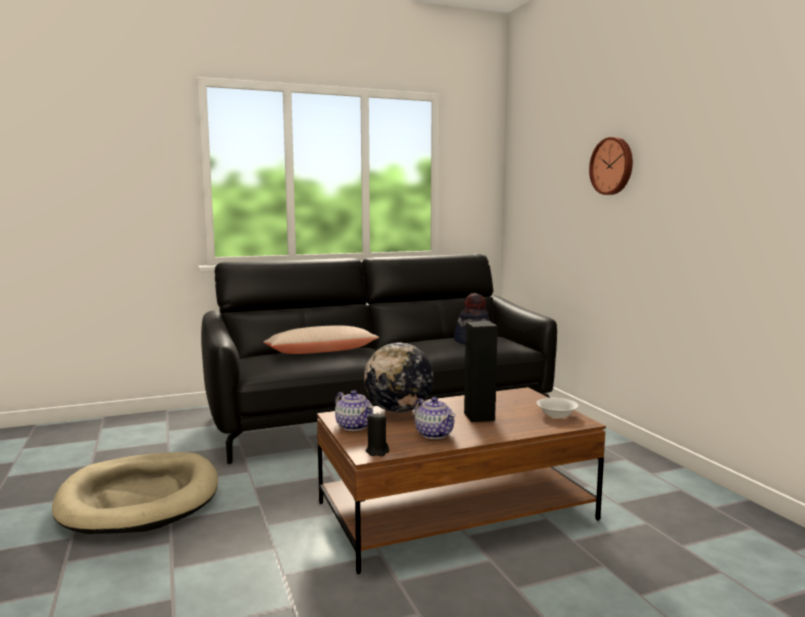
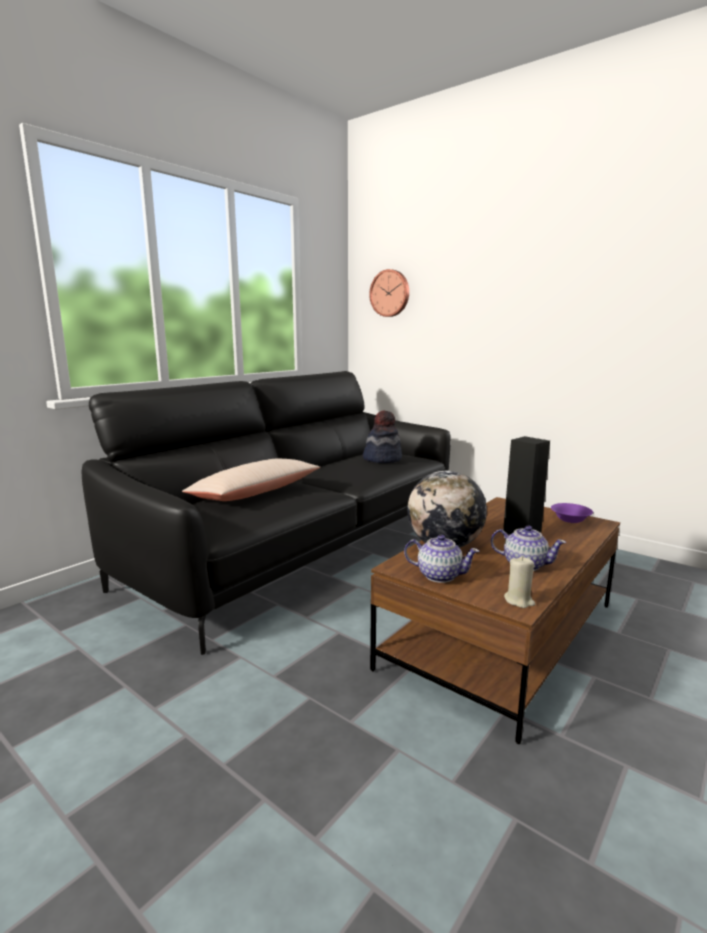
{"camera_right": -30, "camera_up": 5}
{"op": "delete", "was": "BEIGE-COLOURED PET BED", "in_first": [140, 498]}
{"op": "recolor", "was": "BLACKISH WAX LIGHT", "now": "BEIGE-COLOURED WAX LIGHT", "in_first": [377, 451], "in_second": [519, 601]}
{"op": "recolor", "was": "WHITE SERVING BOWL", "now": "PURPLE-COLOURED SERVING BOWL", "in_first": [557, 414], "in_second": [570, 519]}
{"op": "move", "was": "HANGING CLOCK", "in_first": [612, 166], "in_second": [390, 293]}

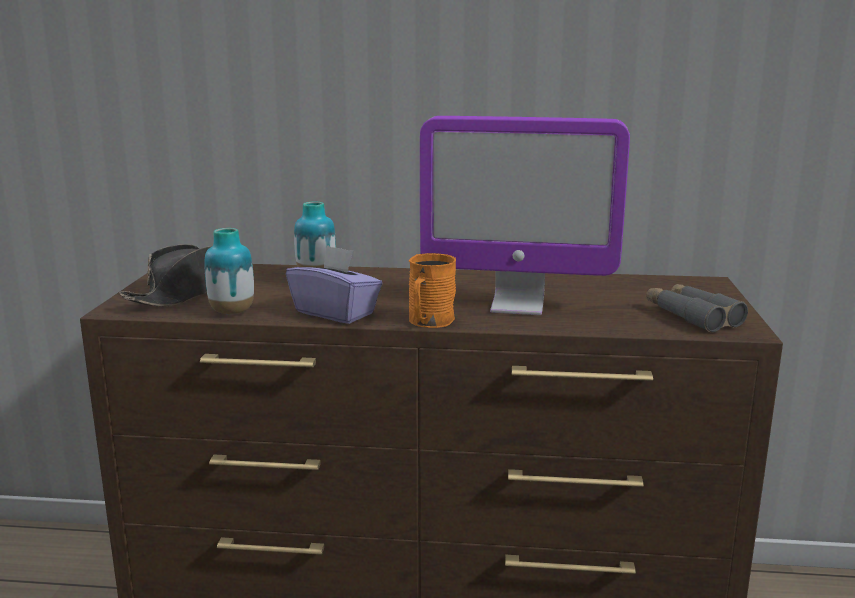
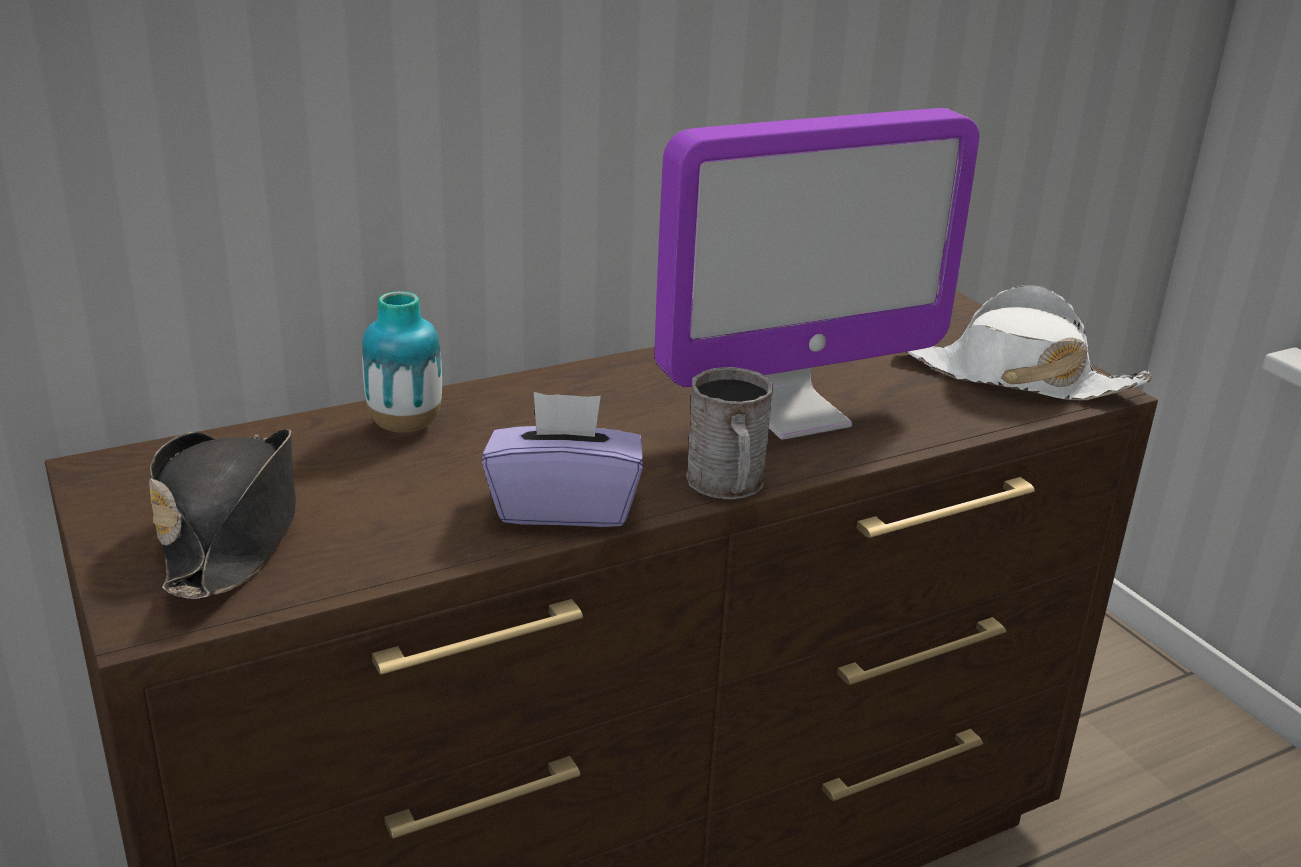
{"camera_right": -35, "camera_up": 10}
{"op": "delete", "was": "VASE", "in_first": [232, 312]}
{"op": "recolor", "was": "ORANGEY TEA MUG", "now": "GREY TEA MUG", "in_first": [429, 322], "in_second": [728, 485]}
{"op": "replace", "was": "GREY FIELD GLASSES", "now": "WHITE CLOTHING HAT", "in_first": [692, 316], "in_second": [1017, 378]}

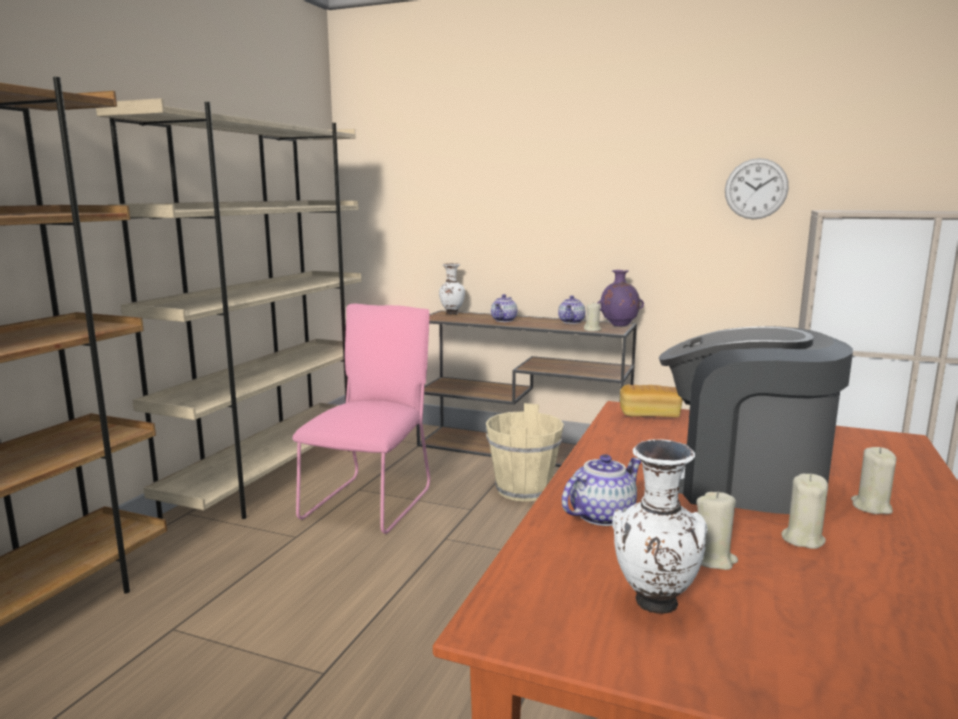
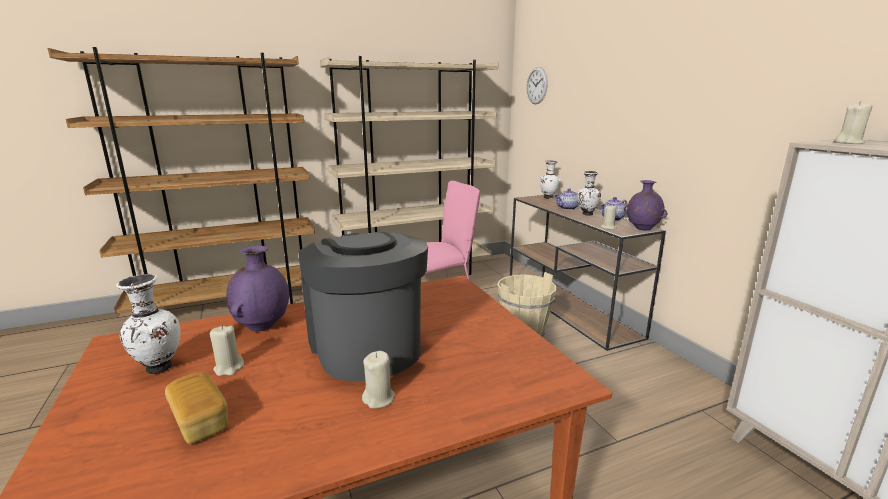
{"camera_right": 45, "camera_up": 5}
{"op": "replace", "was": "POT FOR TEA", "now": "PURPLE-COLOURED VASE", "in_first": [601, 515], "in_second": [262, 326]}
{"op": "move", "was": "BAKED BREAD", "in_first": [650, 414], "in_second": [200, 421]}
{"op": "move", "was": "HANGING CLOCK", "in_first": [756, 189], "in_second": [536, 85]}
{"op": "move", "was": "BEIGE-COLOURED WAX LIGHT", "in_first": [802, 539], "in_second": [849, 143]}
{"op": "insert", "now": "WHITE VASE", "in_second": [586, 214]}

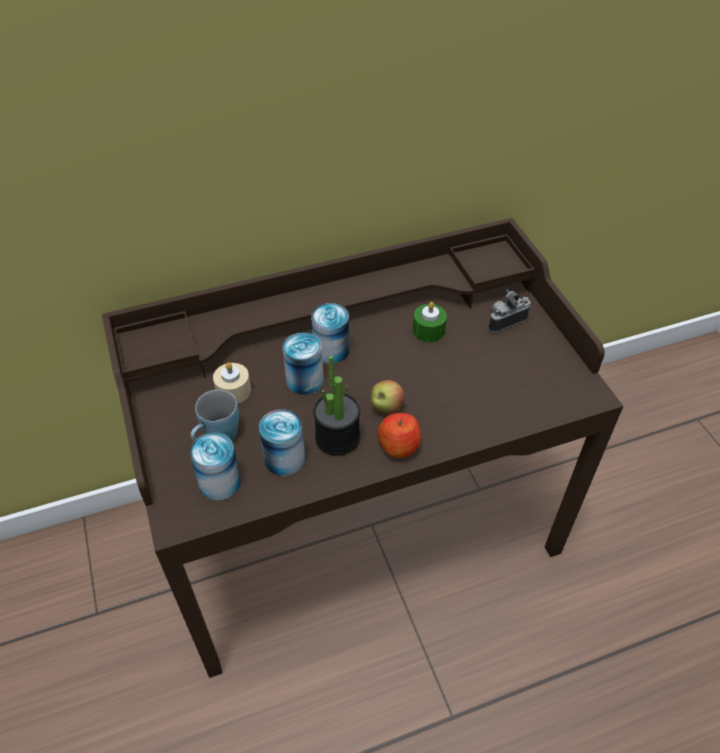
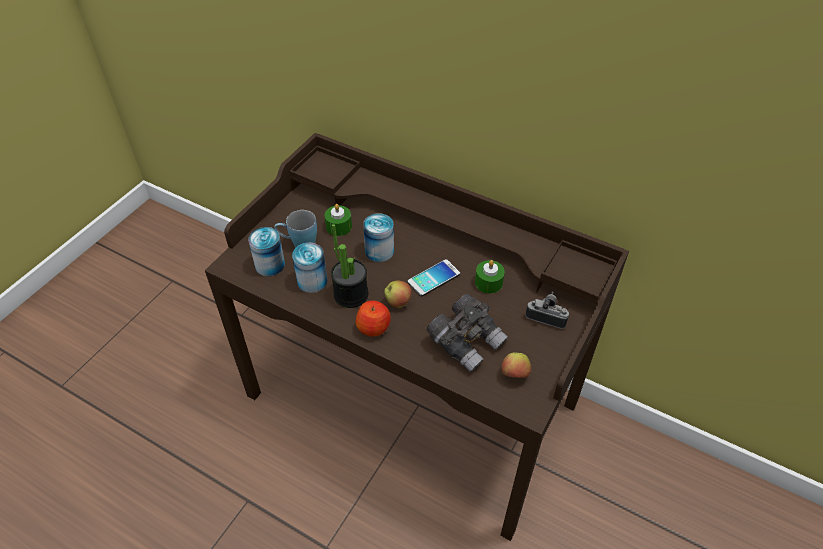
{"camera_right": 50, "camera_up": 0}
{"op": "recolor", "was": "BEIGE-COLOURED WAX LIGHT", "now": "GREEN-COLOURED WAX LIGHT", "in_first": [233, 391], "in_second": [339, 226]}
{"op": "delete", "was": "METAL CAN", "in_first": [331, 350]}
{"op": "insert", "now": "PHONE", "in_second": [433, 278]}
{"op": "insert", "now": "GREY FIELD GLASSES", "in_second": [466, 341]}
{"op": "insert", "now": "WHOLE APPLE", "in_second": [514, 375]}

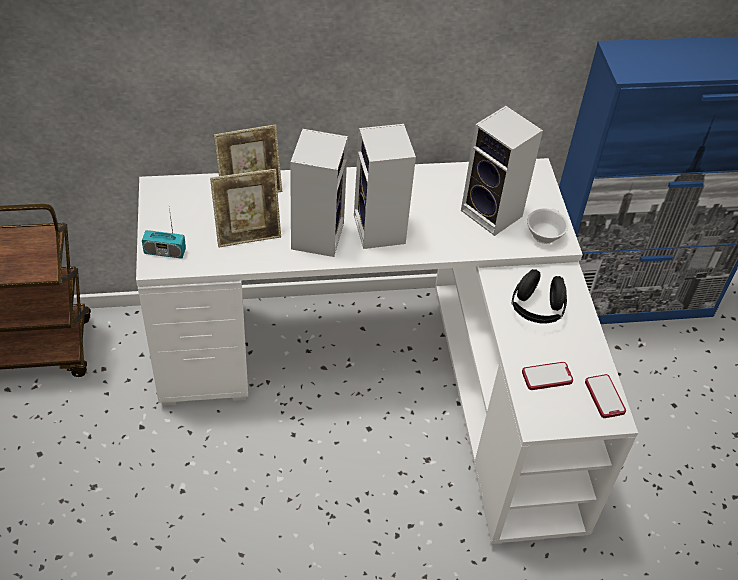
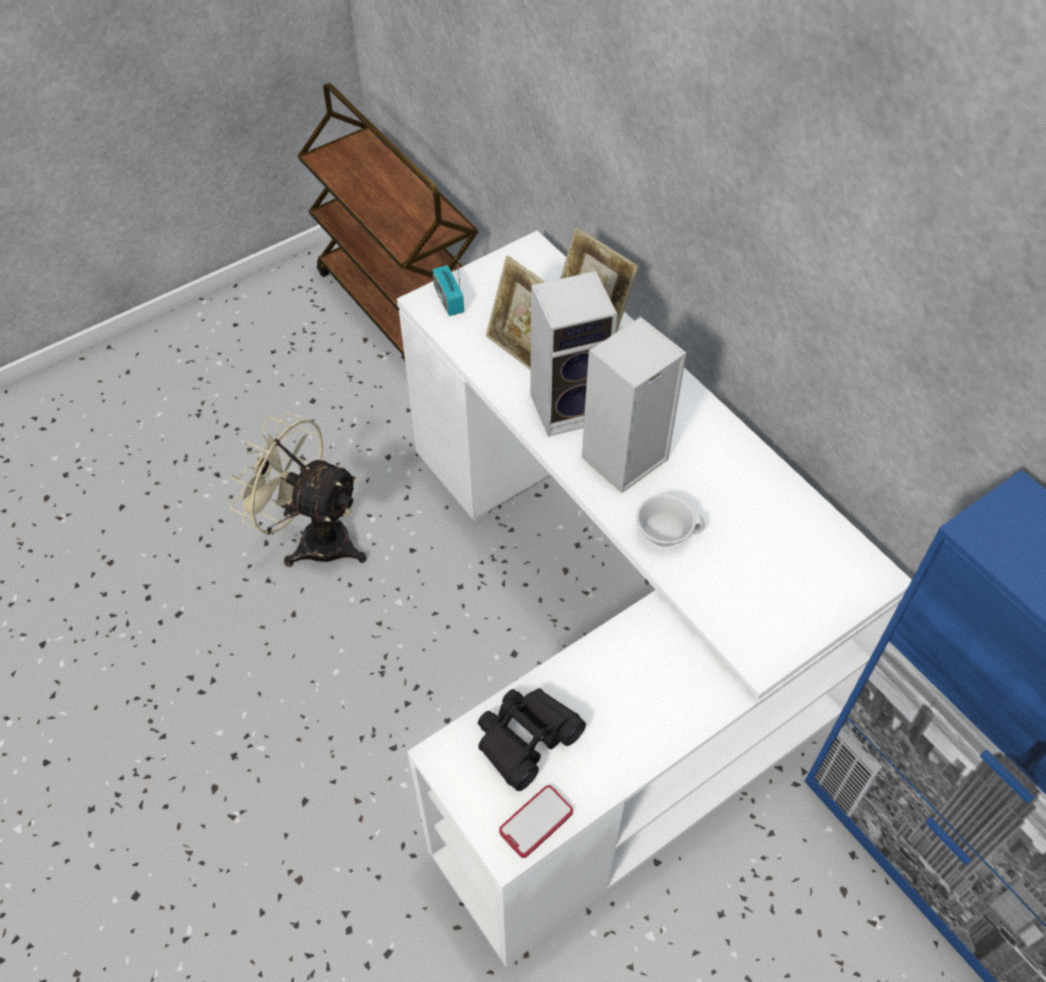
{"camera_right": 65, "camera_up": 5}
{"op": "delete", "was": "SPEAKER", "in_first": [494, 214]}
{"op": "delete", "was": "BLACKISH PAIR OF HEADPHONES", "in_first": [537, 309]}
{"op": "replace", "was": "PHONE", "now": "BLACKISH FIELD GLASSES", "in_first": [547, 377], "in_second": [526, 739]}
{"op": "move", "was": "WHITE SMALL CUP", "in_first": [543, 233], "in_second": [665, 530]}
{"op": "insert", "now": "BEIGE-COLOURED FAN", "in_second": [313, 538]}

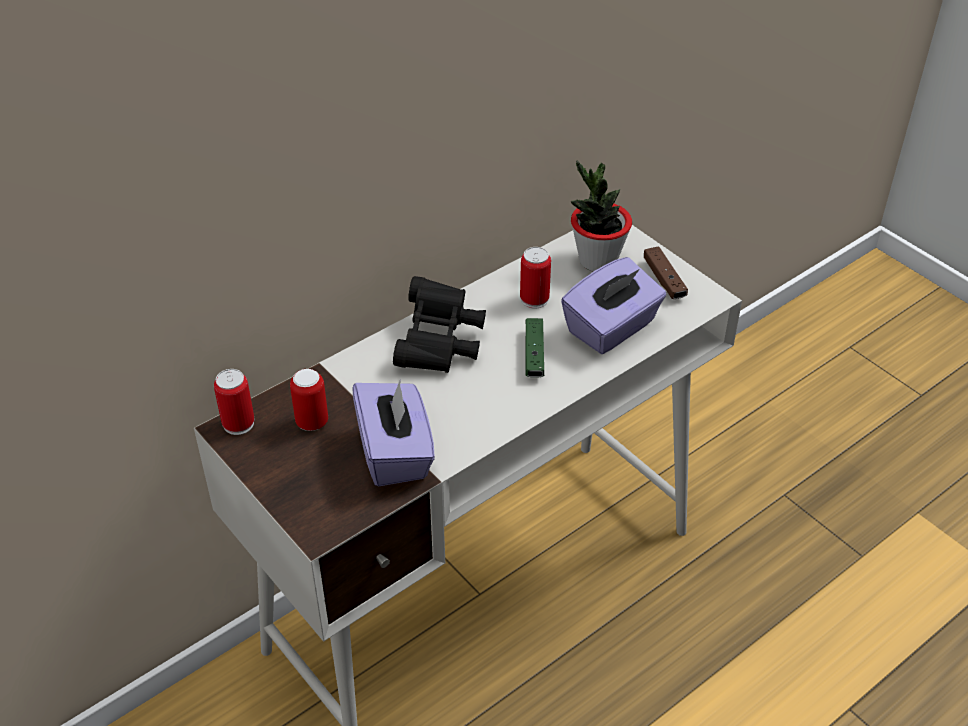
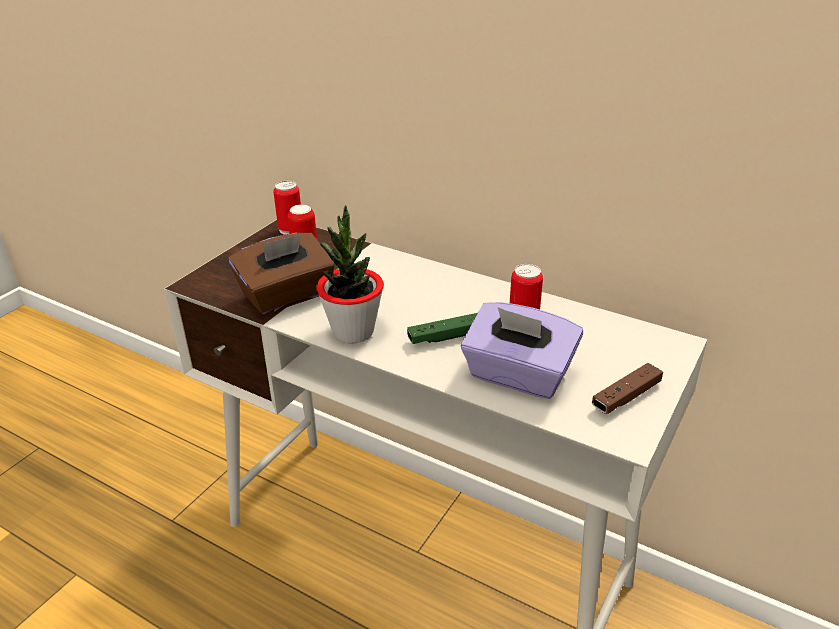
{"camera_right": 70, "camera_up": -10}
{"op": "recolor", "was": "PURPLE-COLOURED BOX OF TISSUES", "now": "BROWN BOX OF TISSUES", "in_first": [395, 453], "in_second": [286, 296]}
{"op": "delete", "was": "BLACKISH FIELD GLASSES", "in_first": [440, 343]}
{"op": "move", "was": "POTTED PLANT", "in_first": [597, 260], "in_second": [353, 331]}

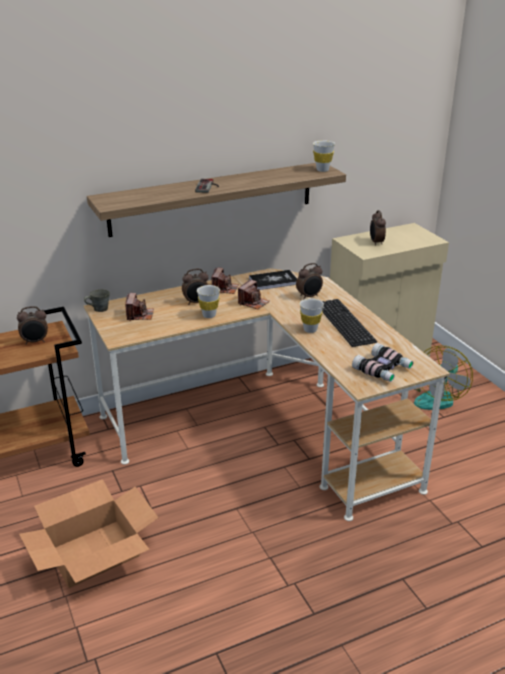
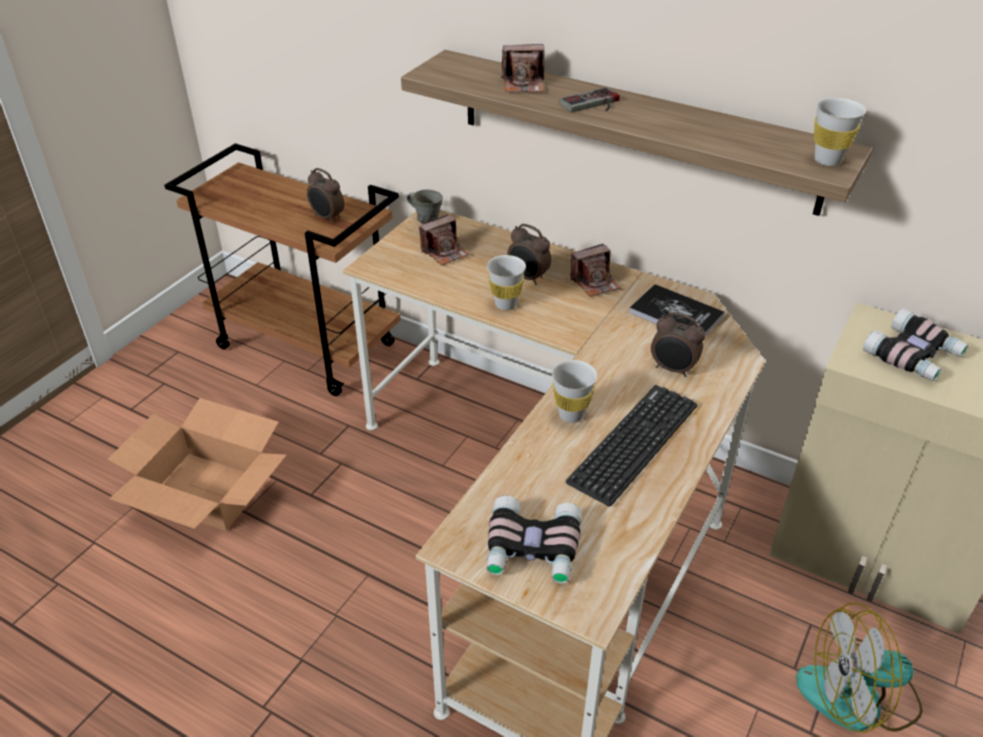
{"camera_right": 55, "camera_up": 10}
{"op": "move", "was": "STILL CAMERA", "in_first": [253, 303], "in_second": [524, 84]}
{"op": "replace", "was": "BEDSIDE CLOCK", "now": "FIELD GLASSES", "in_first": [376, 242], "in_second": [914, 355]}

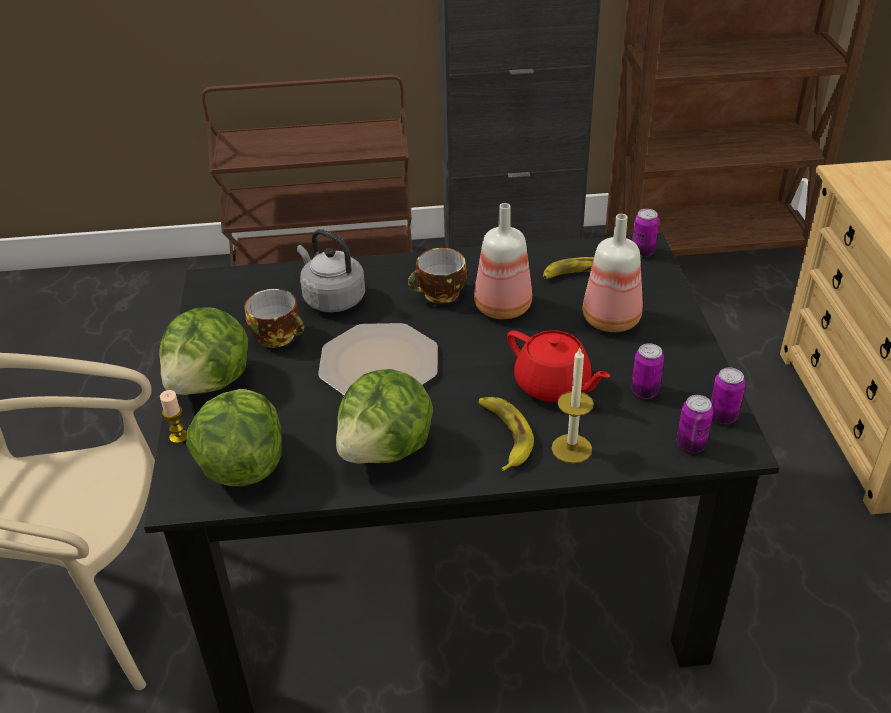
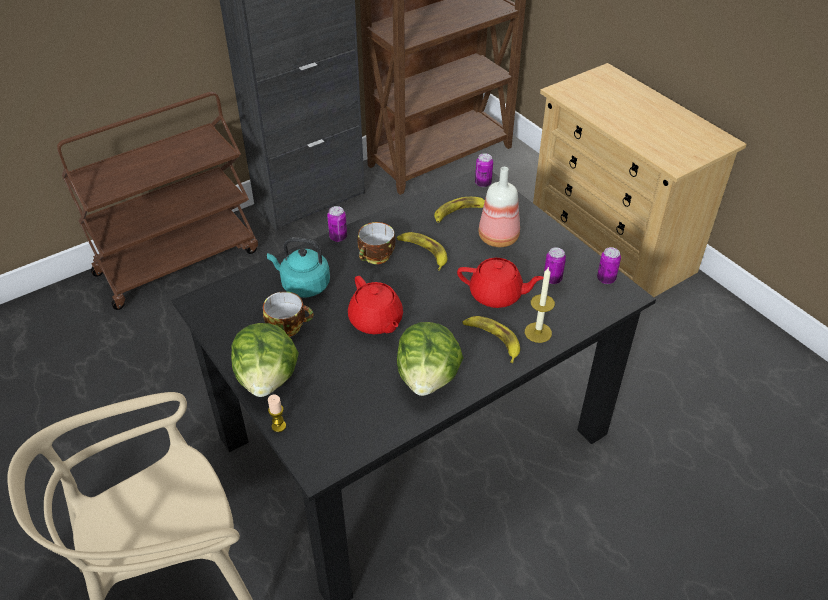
{"camera_right": -30, "camera_up": 5}
{"op": "delete", "was": "LETTUCE", "in_first": [242, 466]}
{"op": "recolor", "was": "GREY WATER KETTLE", "now": "TURQUOISE WATER KETTLE", "in_first": [332, 298], "in_second": [303, 285]}
{"op": "replace", "was": "PLATE", "now": "REDDISH POT FOR TEA", "in_first": [380, 364], "in_second": [376, 321]}
{"op": "replace", "was": "BOTTLE", "now": "BANANA", "in_first": [501, 307], "in_second": [423, 252]}
{"op": "move", "was": "METAL CAN", "in_first": [691, 444], "in_second": [338, 237]}

